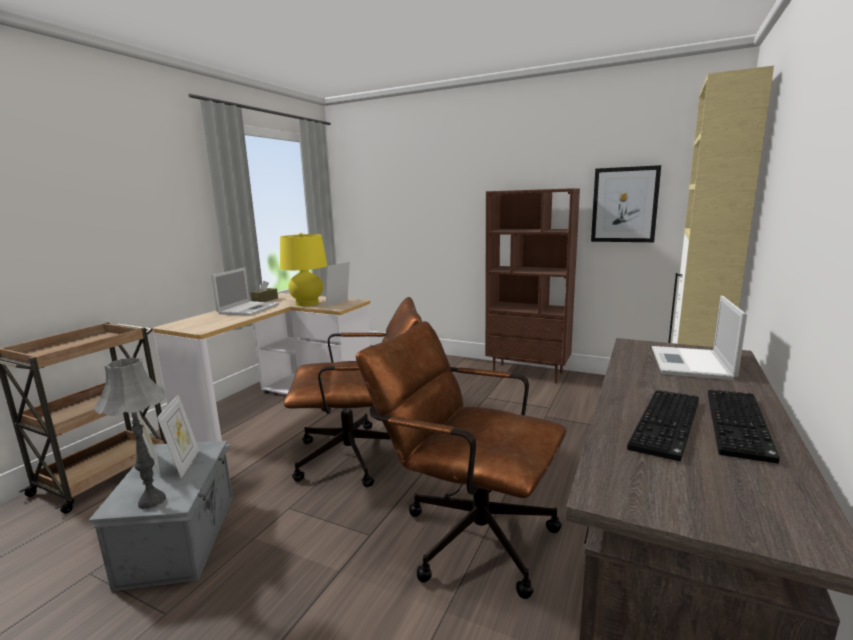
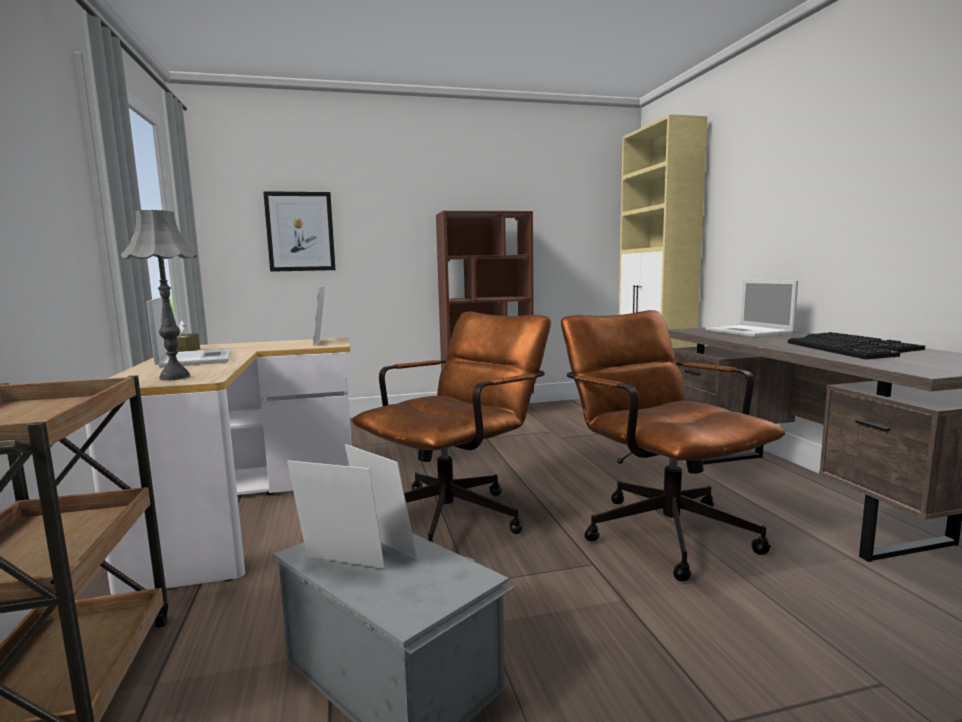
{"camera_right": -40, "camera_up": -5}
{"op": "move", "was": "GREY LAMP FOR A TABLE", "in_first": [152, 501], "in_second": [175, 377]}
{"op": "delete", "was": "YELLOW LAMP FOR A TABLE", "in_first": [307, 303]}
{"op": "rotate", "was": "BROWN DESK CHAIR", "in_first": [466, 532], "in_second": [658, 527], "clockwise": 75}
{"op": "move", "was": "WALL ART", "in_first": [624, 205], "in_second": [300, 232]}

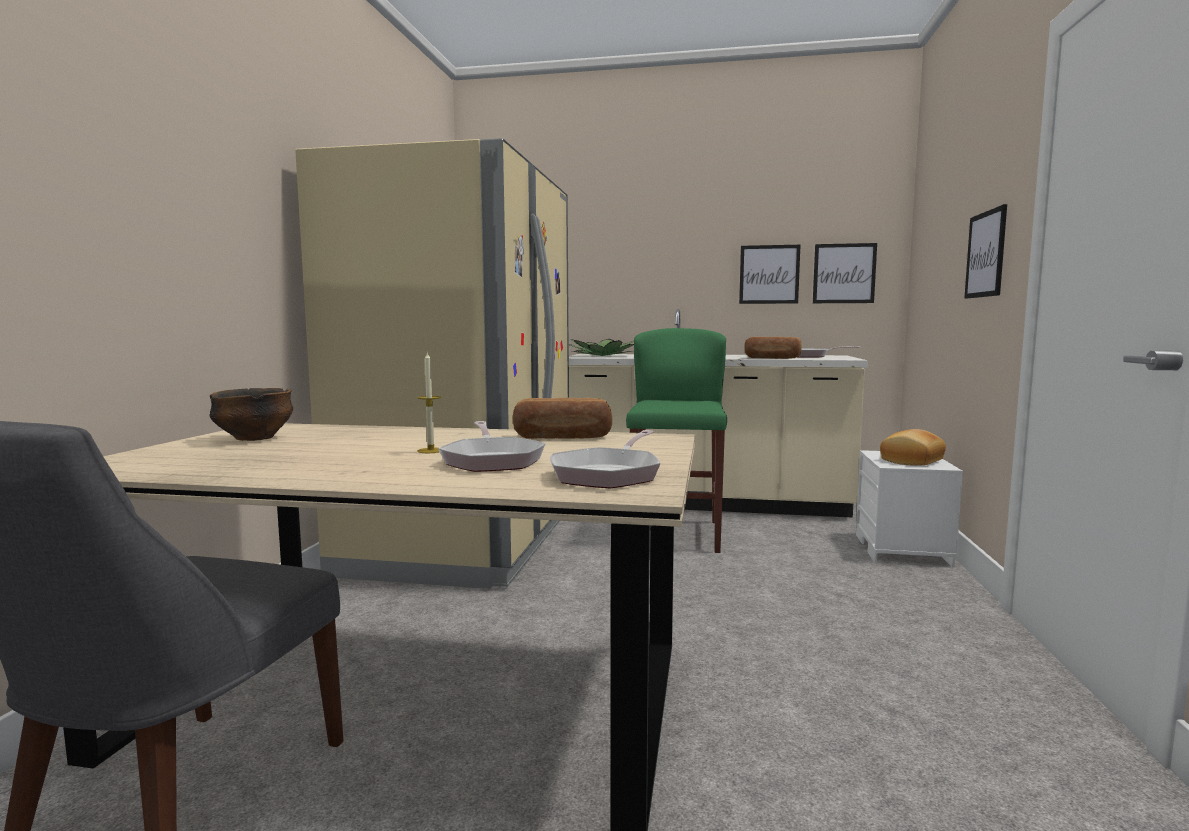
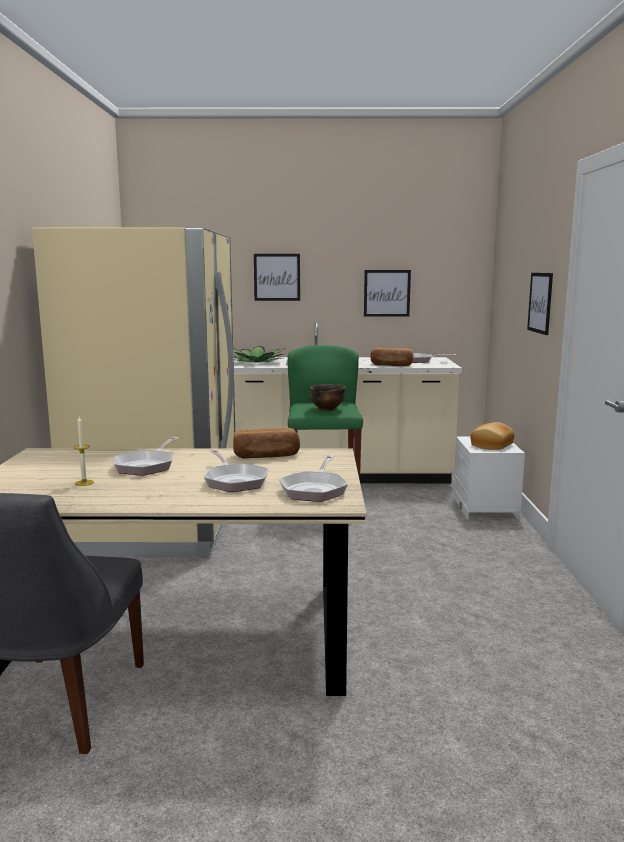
{"camera_right": -10, "camera_up": 5}
{"op": "move", "was": "SERVING BOWL", "in_first": [254, 438], "in_second": [327, 409]}
{"op": "move", "was": "WAX LIGHT", "in_first": [430, 450], "in_second": [84, 483]}
{"op": "move", "was": "WALL ART", "in_first": [844, 273], "in_second": [277, 277]}
{"op": "insert", "now": "FRYING PAN", "in_second": [147, 466]}

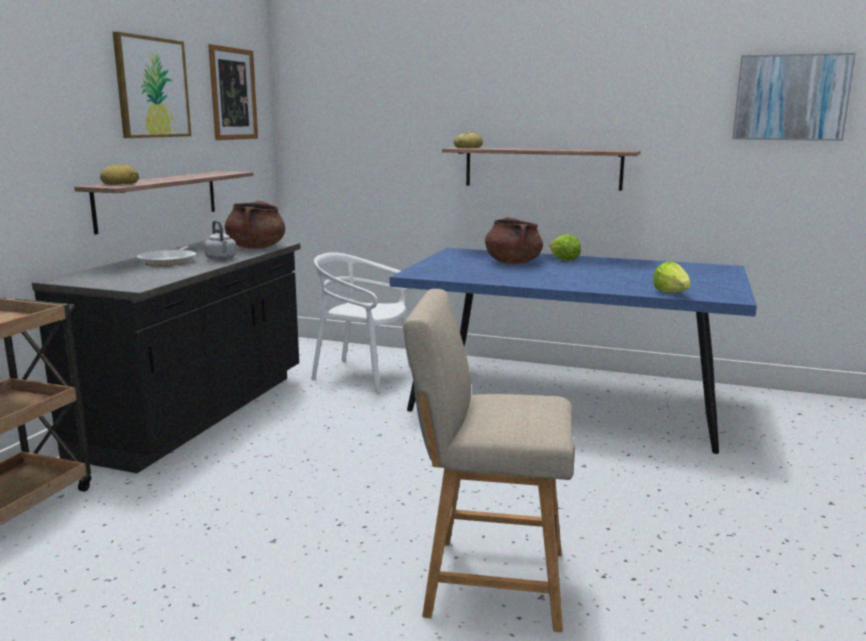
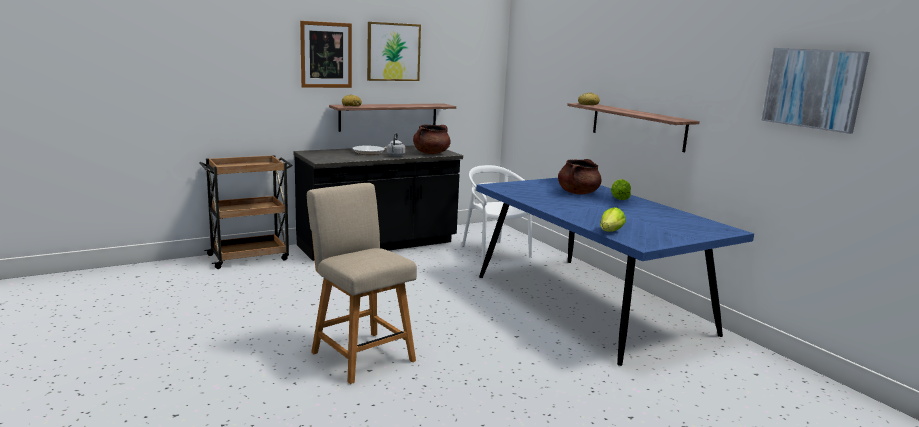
{"camera_right": 40, "camera_up": 0}
{"op": "move", "was": "WALL ART", "in_first": [233, 94], "in_second": [326, 55]}

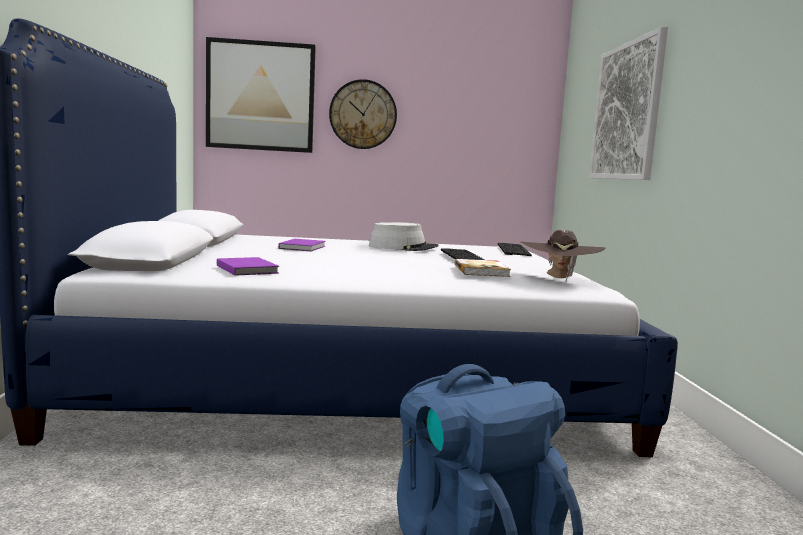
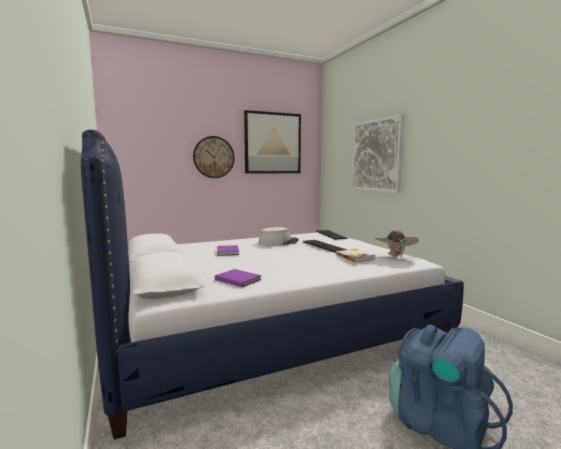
{"camera_right": -20, "camera_up": 0}
{"op": "move", "was": "WALL ART", "in_first": [260, 96], "in_second": [272, 143]}

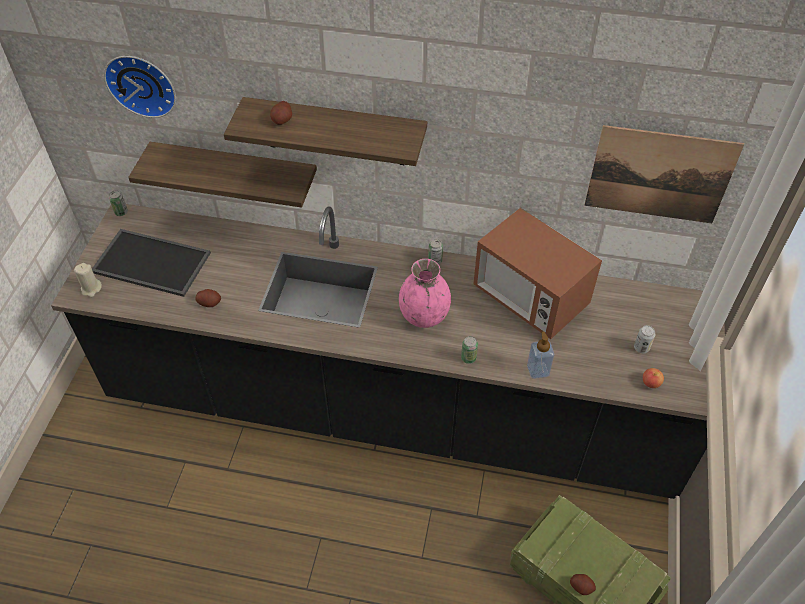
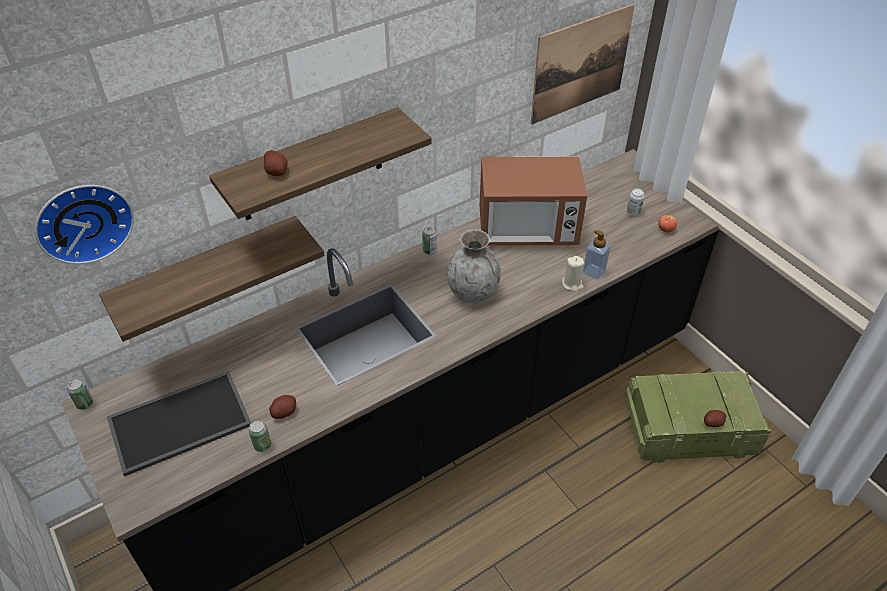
{"camera_right": -45, "camera_up": -5}
{"op": "move", "was": "BEIGE-COLOURED WAX LIGHT", "in_first": [91, 289], "in_second": [572, 284]}
{"op": "recolor", "was": "PINK-COLOURED VASE", "now": "GREY VASE", "in_first": [424, 316], "in_second": [473, 293]}
{"op": "move", "was": "METAL CAN", "in_first": [468, 358], "in_second": [262, 445]}

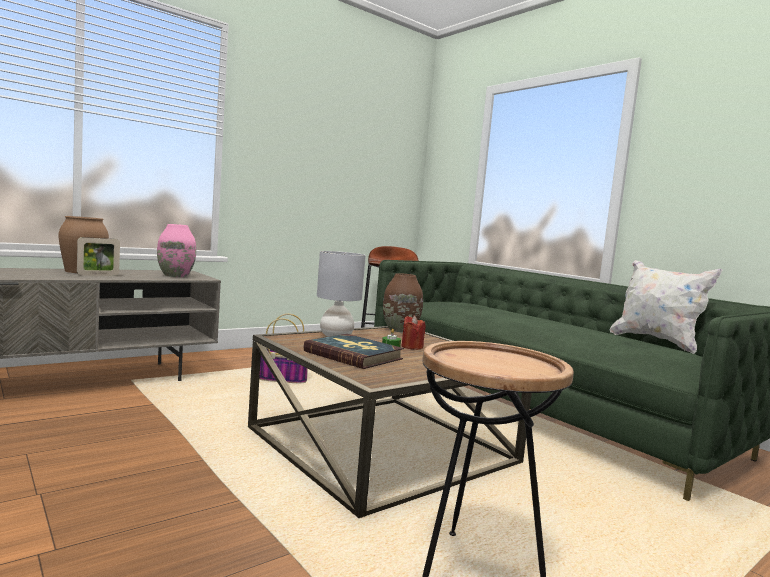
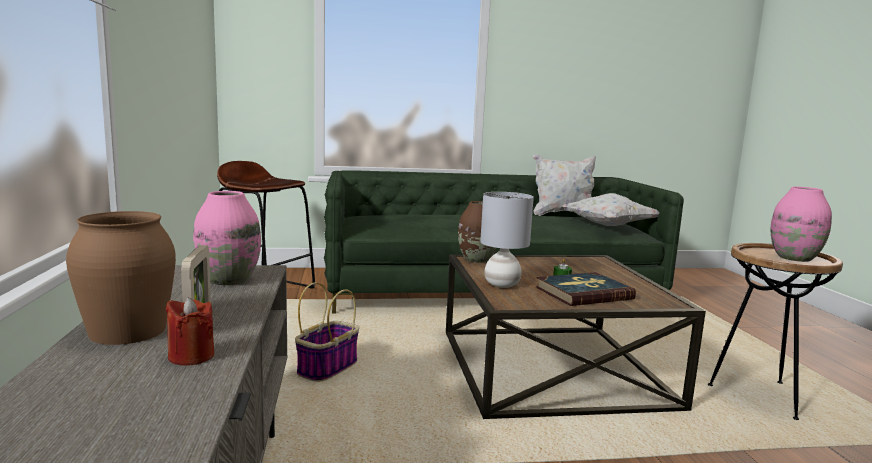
{"camera_right": -60, "camera_up": 5}
{"op": "move", "was": "REDDISH WAX LIGHT", "in_first": [412, 347], "in_second": [191, 356]}
{"op": "insert", "now": "WHITE CUSHION", "in_second": [608, 226]}
{"op": "insert", "now": "PINK-COLOURED VASE", "in_second": [794, 258]}

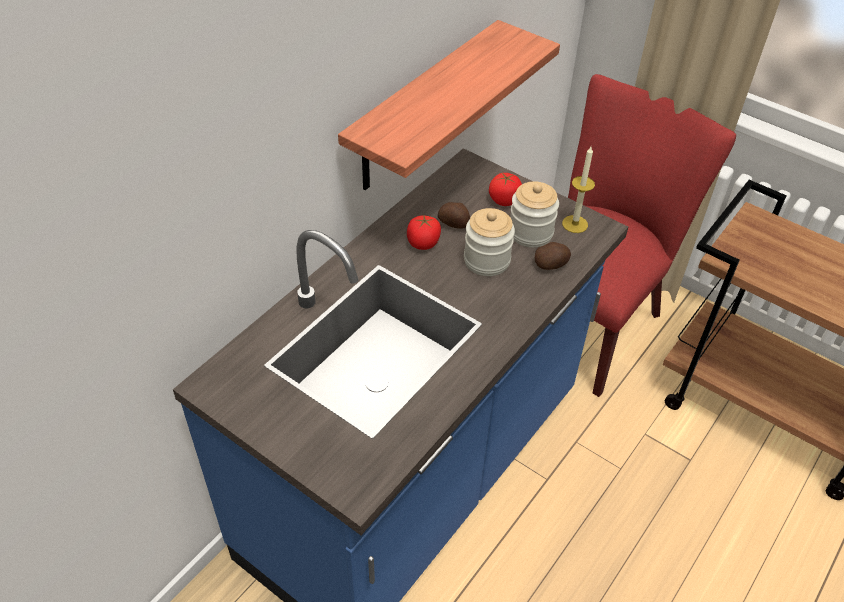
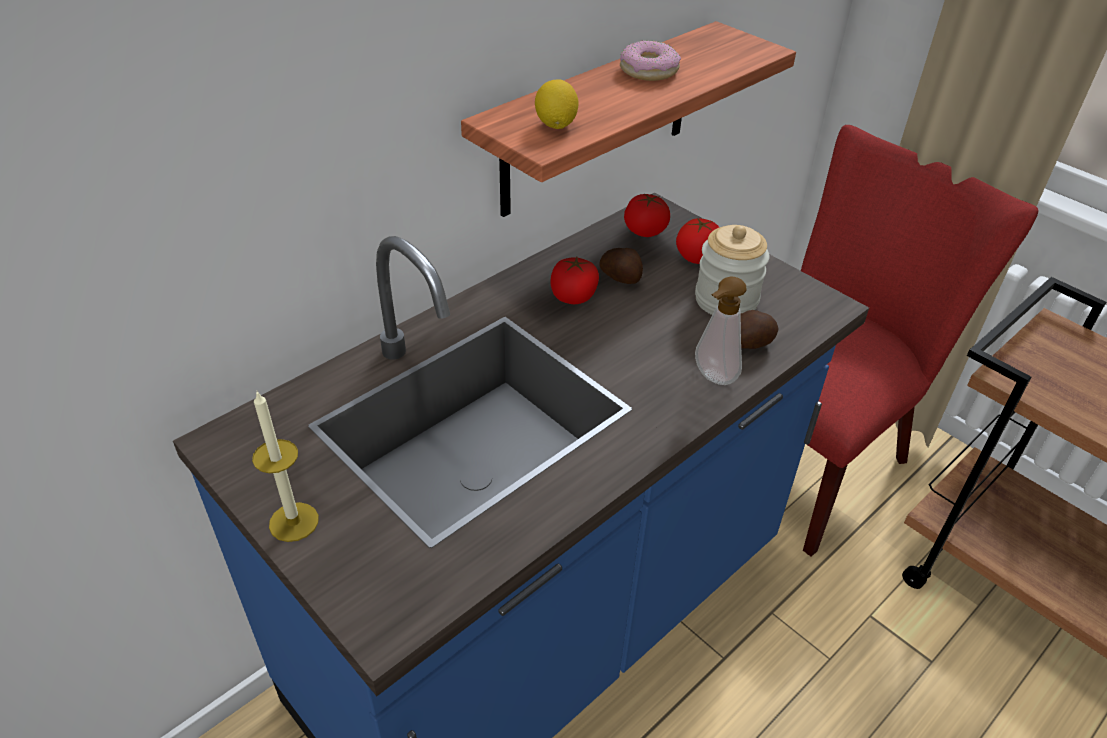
{"camera_right": 10, "camera_up": -5}
{"op": "delete", "was": "JAR", "in_first": [486, 260]}
{"op": "move", "was": "WAX LIGHT", "in_first": [575, 224], "in_second": [294, 522]}
{"op": "insert", "now": "CITRUS FRUIT", "in_second": [556, 125]}
{"op": "insert", "now": "DOUGHNUT", "in_second": [649, 70]}
{"op": "insert", "now": "FRESH TOMATO", "in_second": [645, 231]}
{"op": "insert", "now": "LIQUID SOAP BOTTLE", "in_second": [712, 378]}

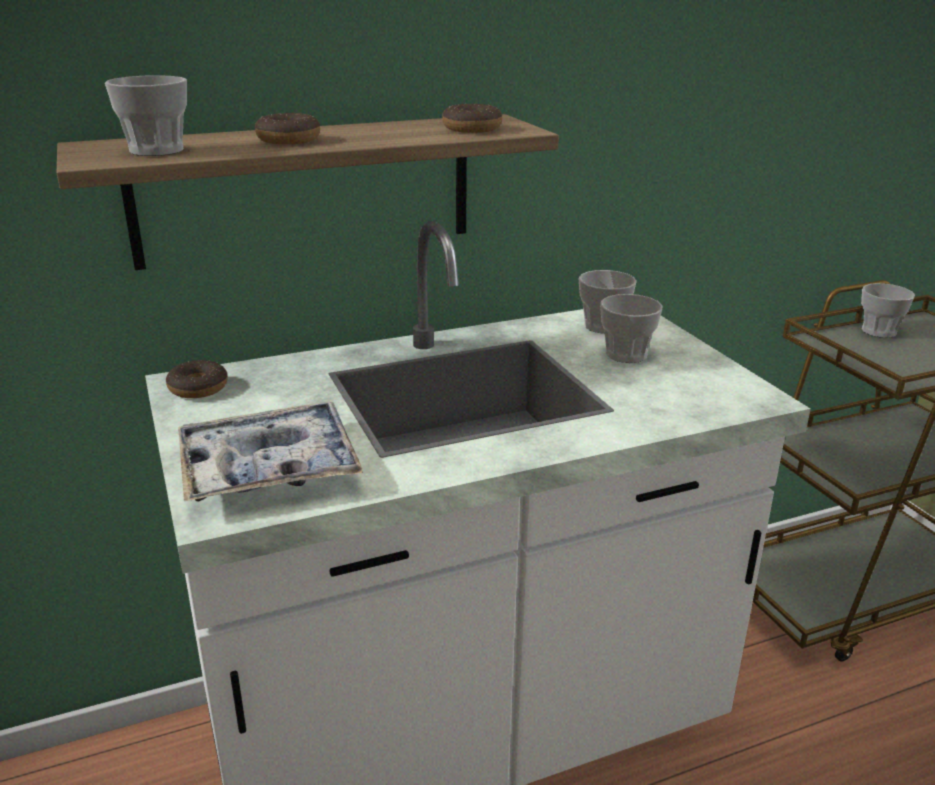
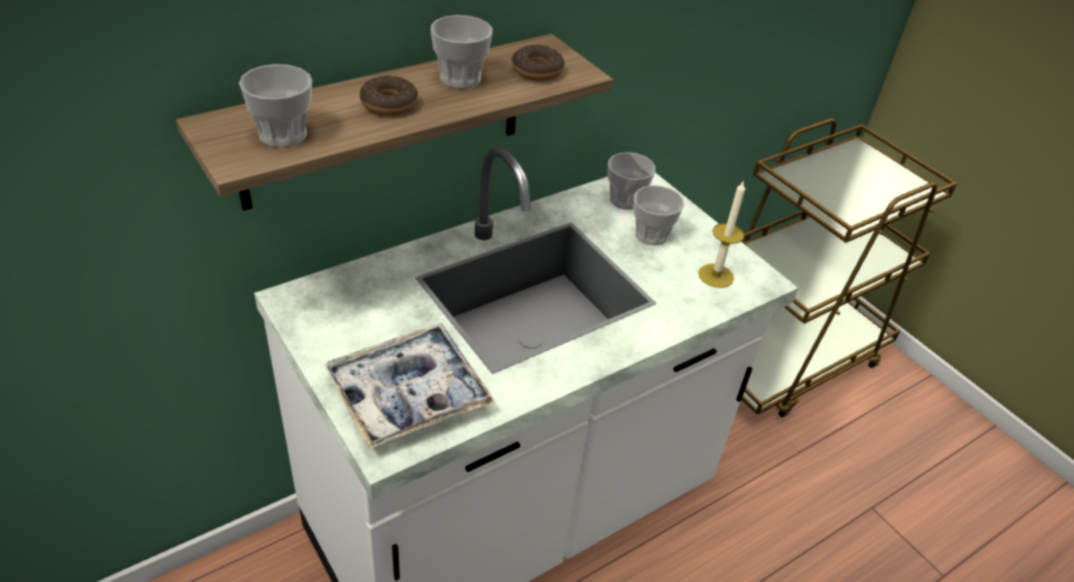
{"camera_right": -15, "camera_up": 15}
{"op": "delete", "was": "DOUGHNUT", "in_first": [198, 388]}
{"op": "move", "was": "SMALL CUP", "in_first": [879, 331], "in_second": [460, 78]}
{"op": "insert", "now": "WAX LIGHT", "in_second": [716, 275]}

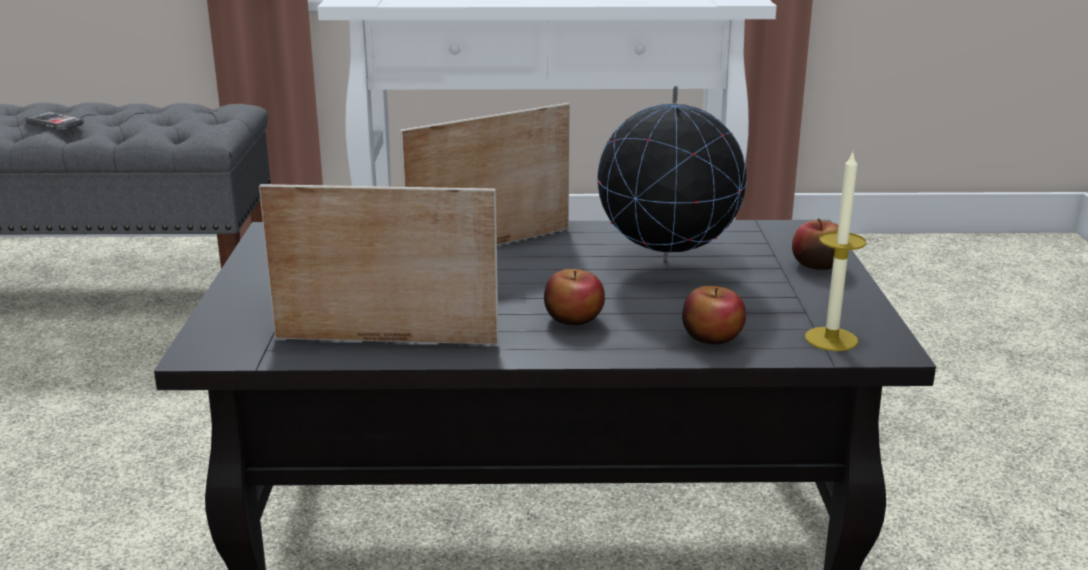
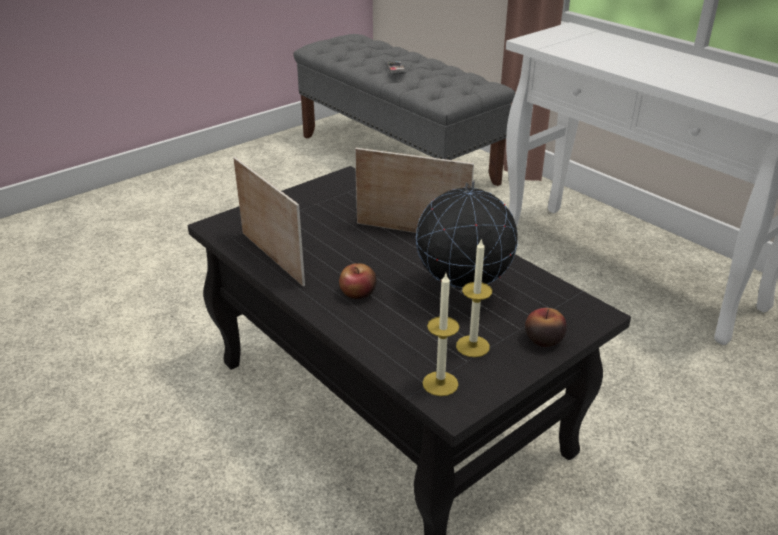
{"camera_right": 50, "camera_up": 10}
{"op": "delete", "was": "WHOLE APPLE", "in_first": [712, 337]}
{"op": "insert", "now": "WAX LIGHT", "in_second": [472, 346]}

